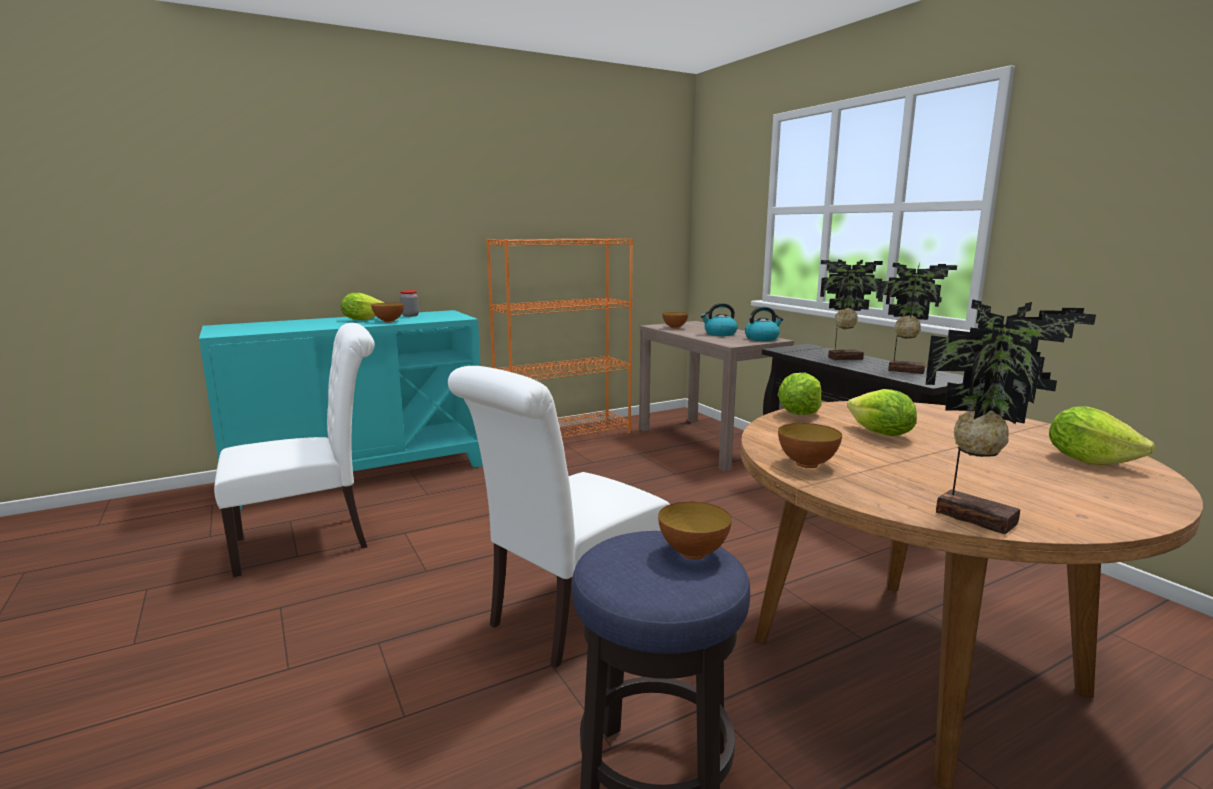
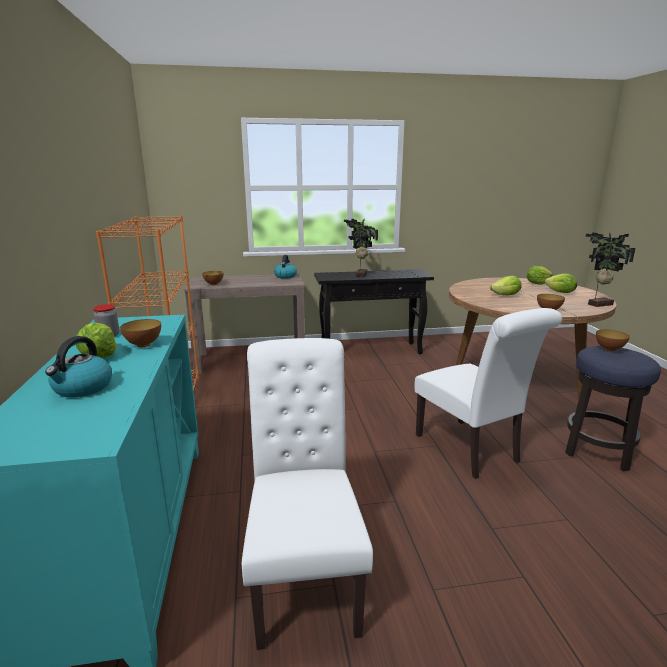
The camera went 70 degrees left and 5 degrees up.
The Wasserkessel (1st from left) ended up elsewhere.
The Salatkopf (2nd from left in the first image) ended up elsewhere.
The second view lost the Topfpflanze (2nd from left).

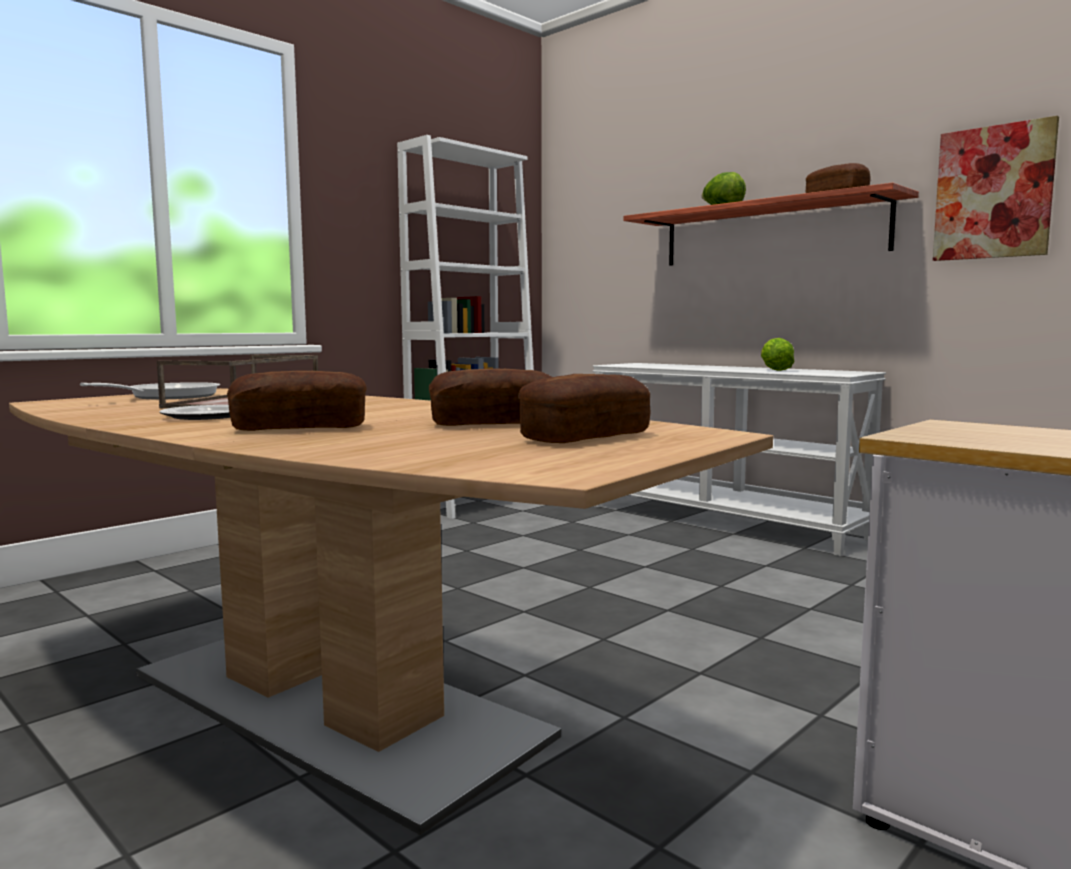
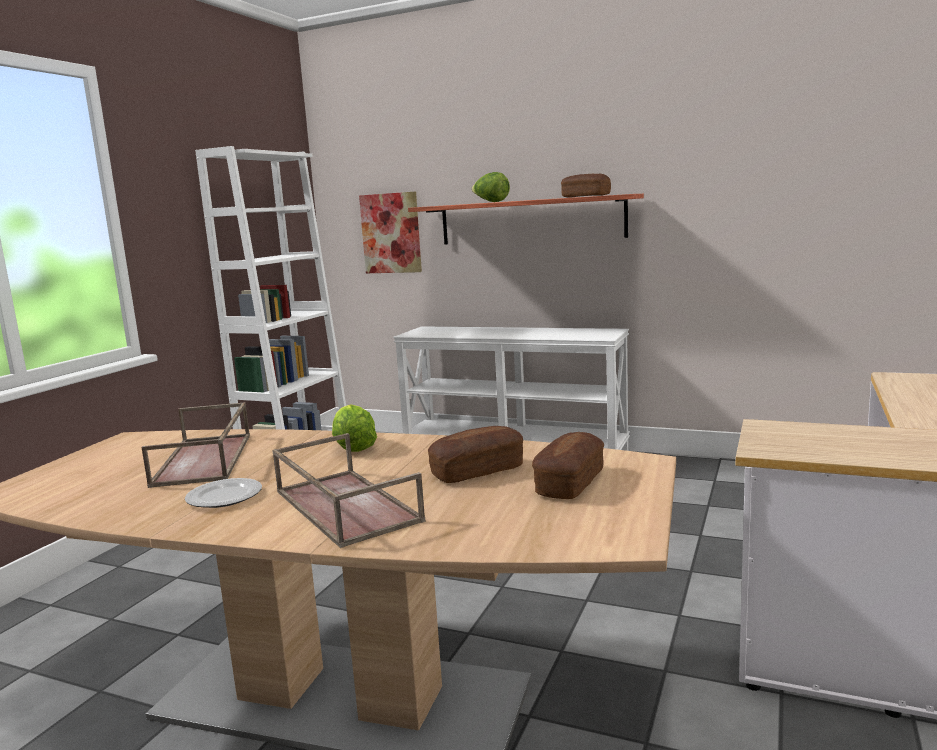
The camera went 20 degrees left and 5 degrees up.
The second view lost the Pfanne.
Where the Brot (1st from left) stood, the Tablett [braun] (2nd from left) came to stand.
The Salatkopf (2nd from left in the first image) ended up elsewhere.
The Bild ended up elsewhere.

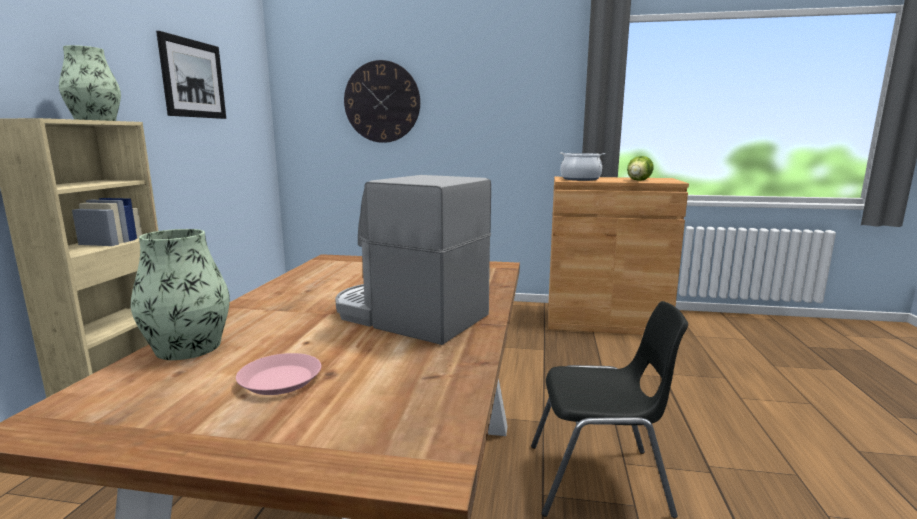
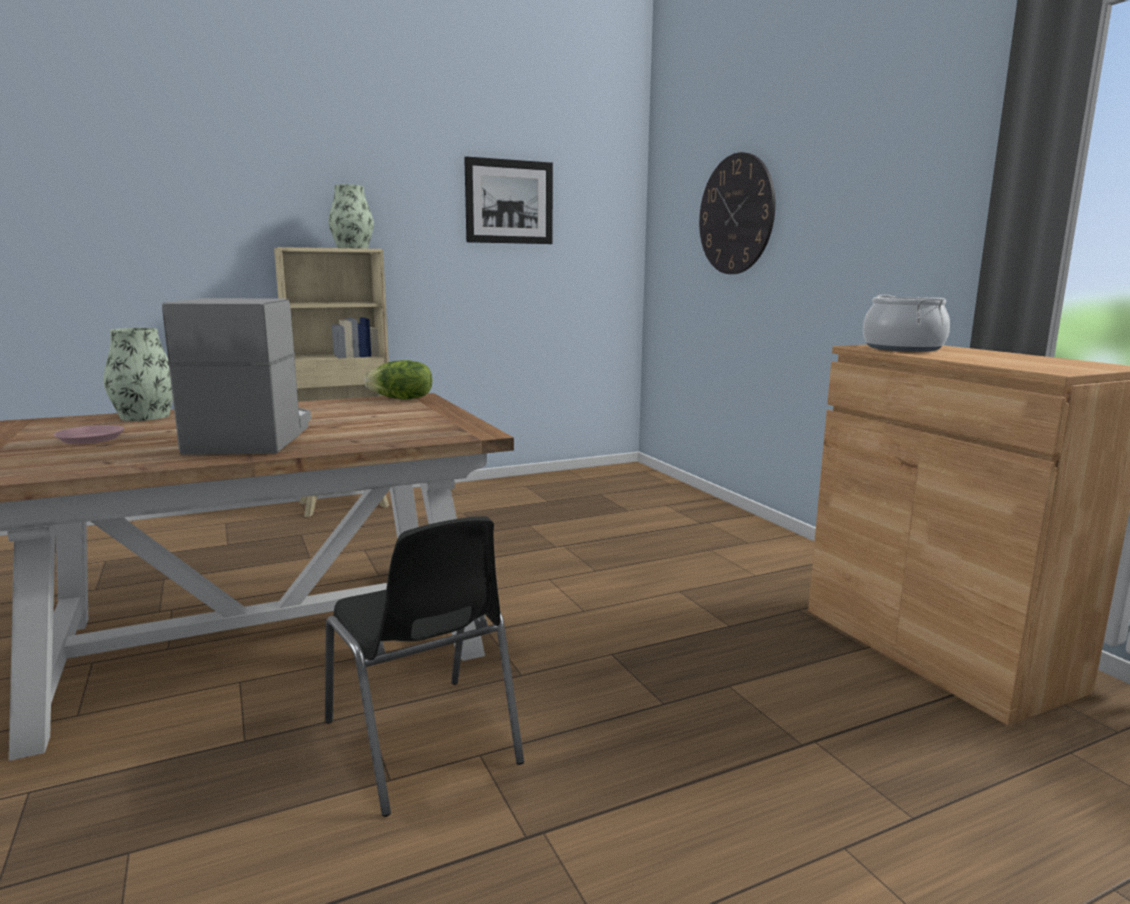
The camera went 55 degrees right and 0 degrees up.
The Salatkopf ended up elsewhere.

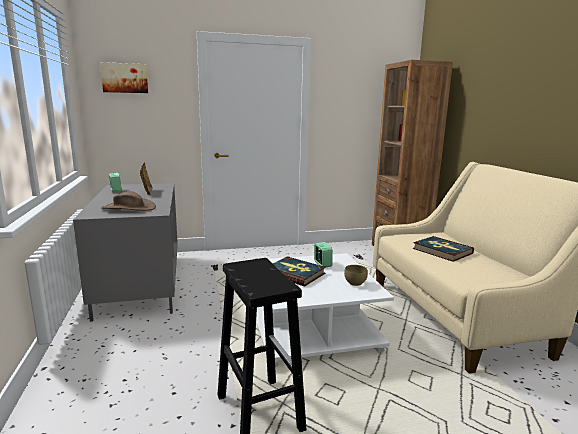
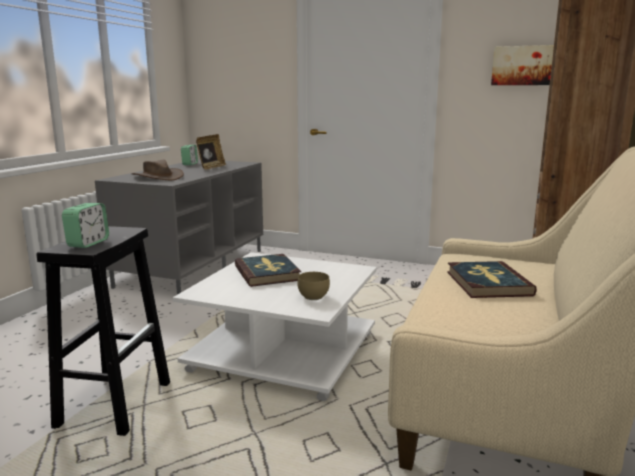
The camera went 35 degrees right and 0 degrees up.
The Bild ended up elsewhere.
The Wecker (2nd from left in the first image) ended up elsewhere.

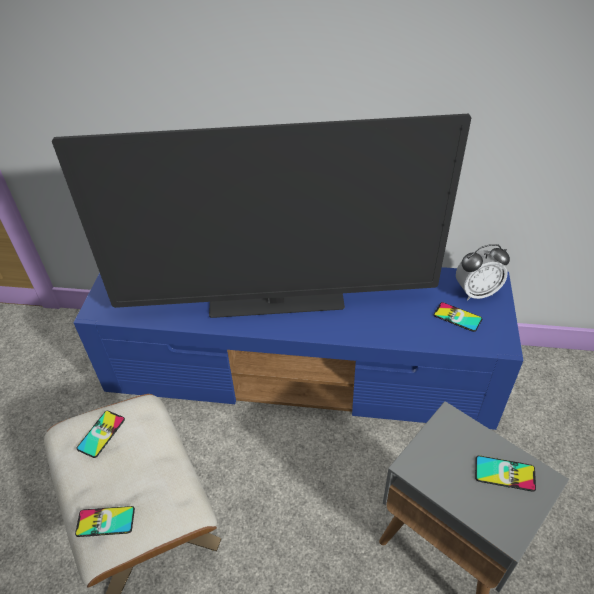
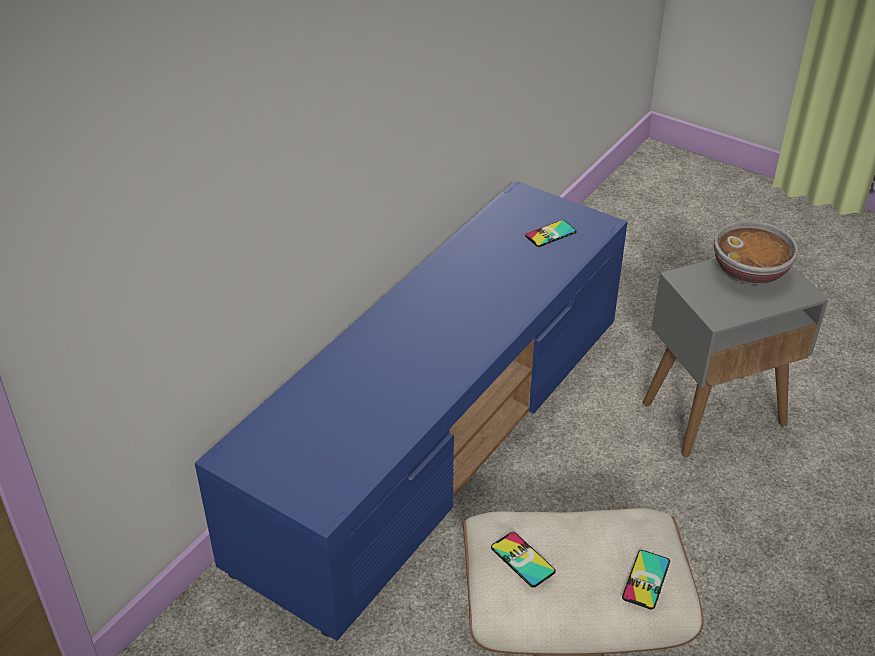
The camera went 65 degrees left and 5 degrees down.
The second view lost the Fernseher.
The second view lost the Wecker.
Where the Handy (4th from left) stood, the Schüssel came to stand.

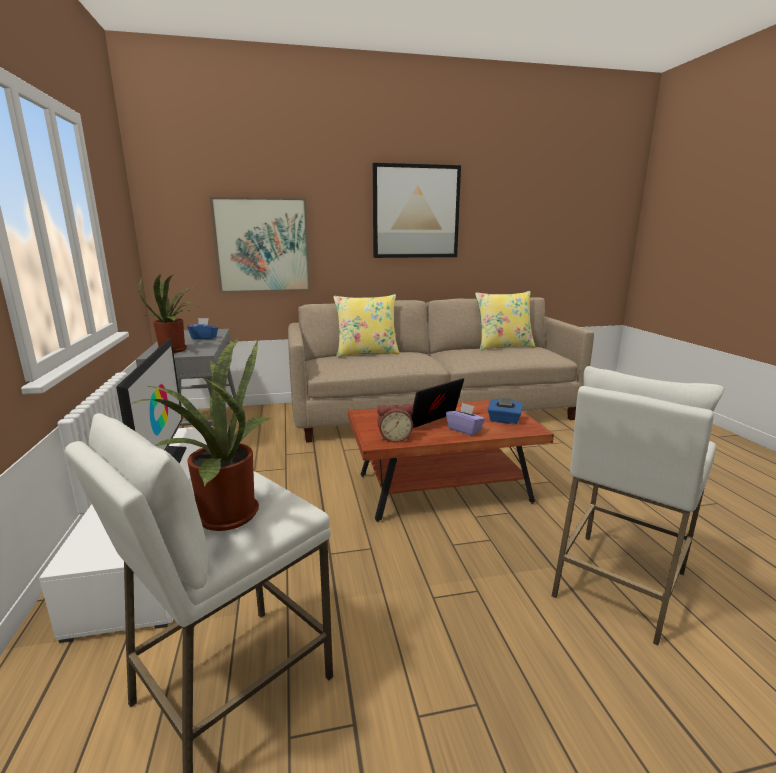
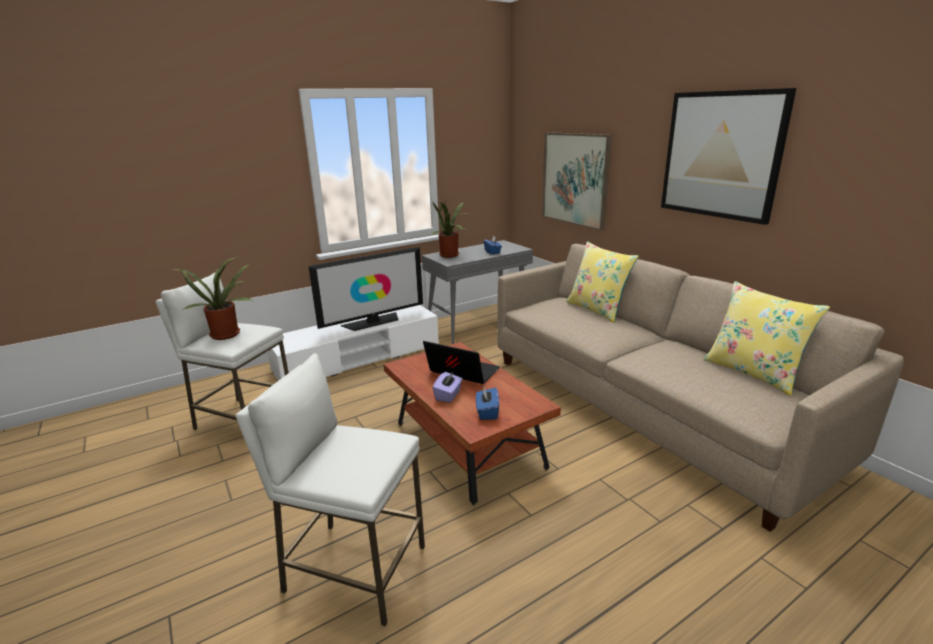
The camera went 70 degrees right and 5 degrees up.
The second view lost the Wecker.

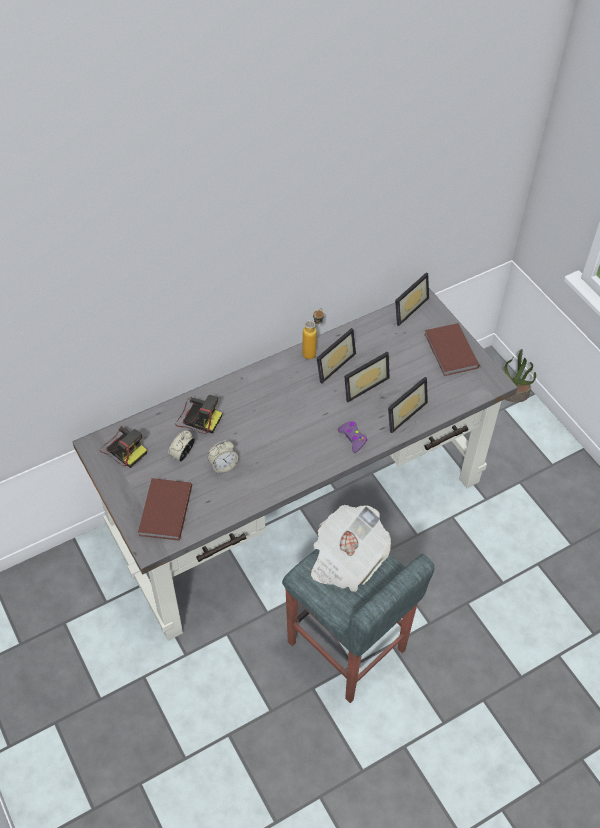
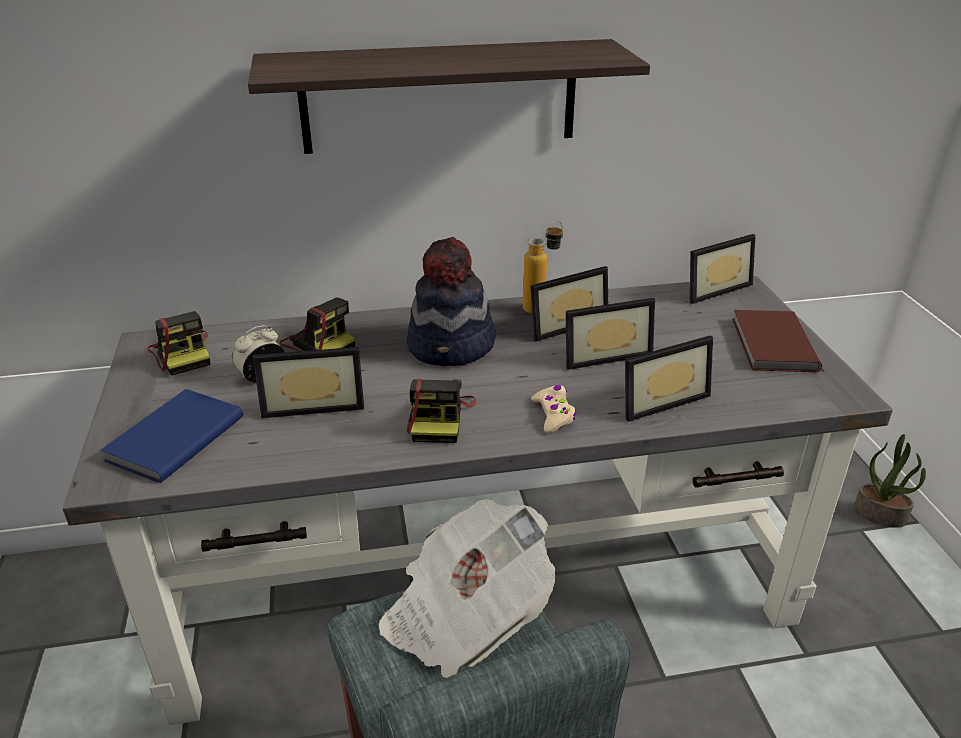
The camera went 20 degrees right and 20 degrees down.
What was the Buch [braun] (1st from left) turned into the Buch [blau].
Where the Wecker (2nd from left) stood, the Bilderrahmen (1st from left) came to stand.
What was the Gamepad [lila] turned into the Gamepad [beige].
The second view gained the Wandregal.
The second view gained the Hut.
The second view gained the Kamera (3rd from left).

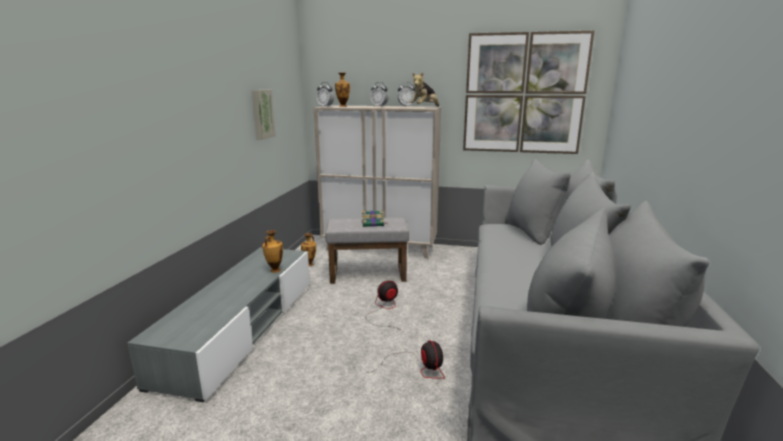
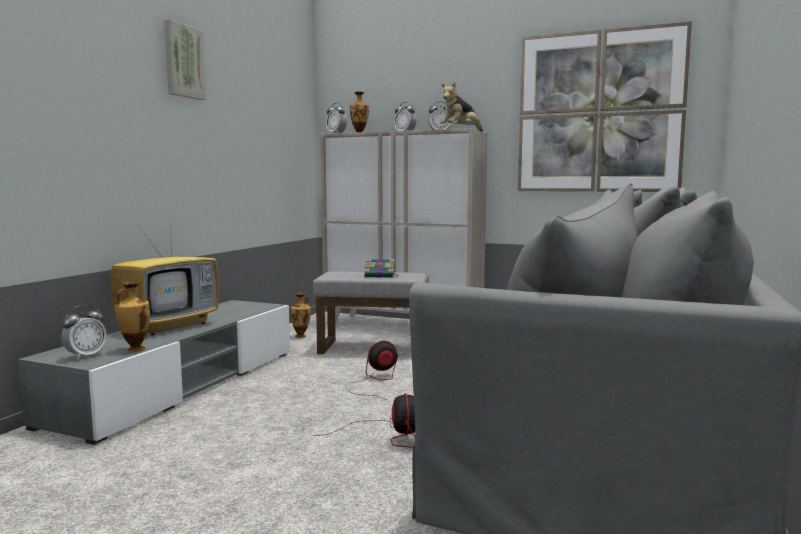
The camera went 10 degrees right and 10 degrees down.
The Bild (1st from left) ended up elsewhere.
The Vase (1st from left) ended up elsewhere.
The second view gained the Wecker (1st from left).
The second view gained the Fernseher.

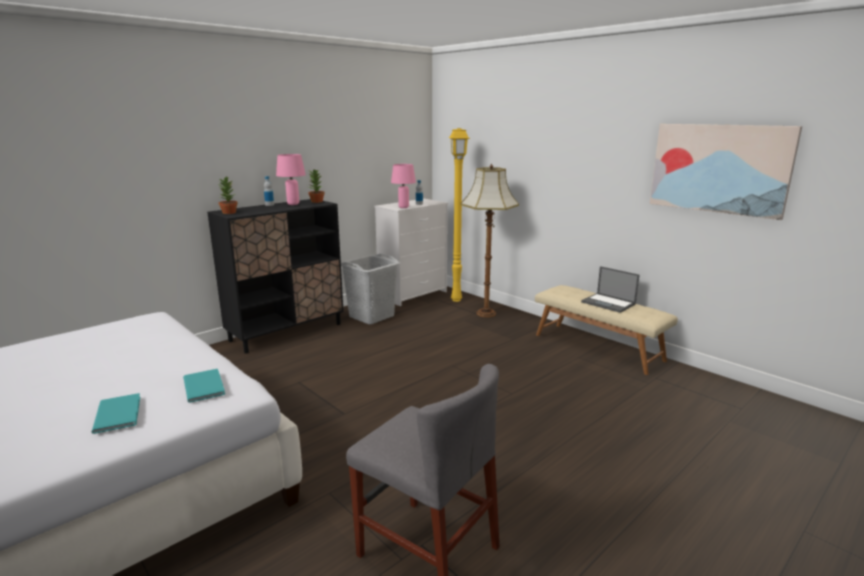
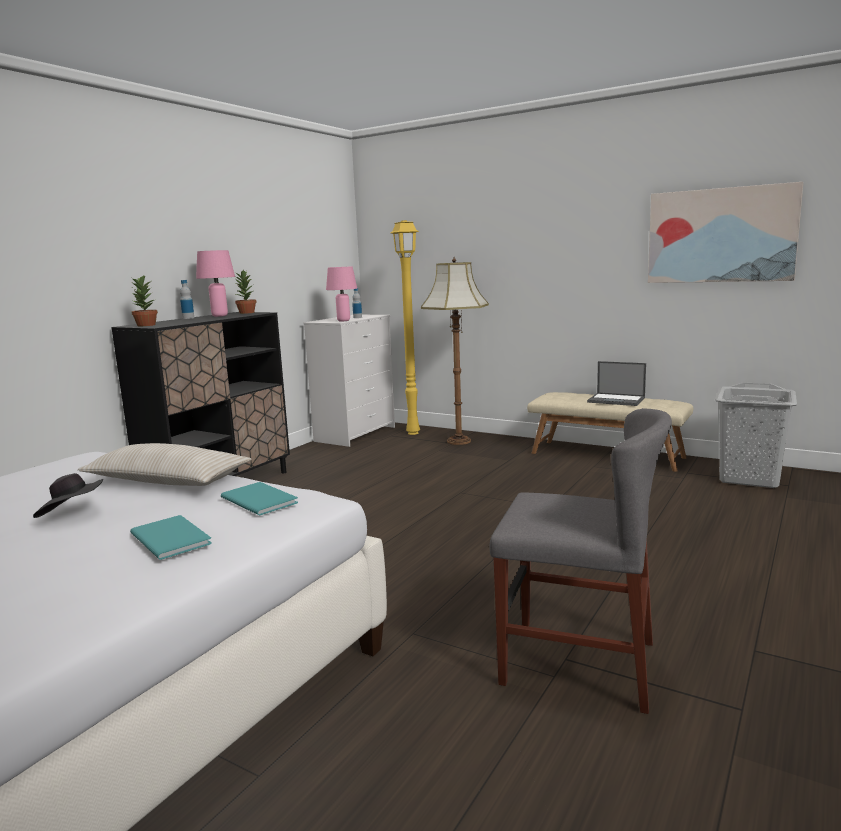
The camera went 15 degrees left and 5 degrees down.
The Wäschekorb [grau] ended up elsewhere.
The second view gained the Hut [schwarz].
The second view gained the Kissen [beige].

